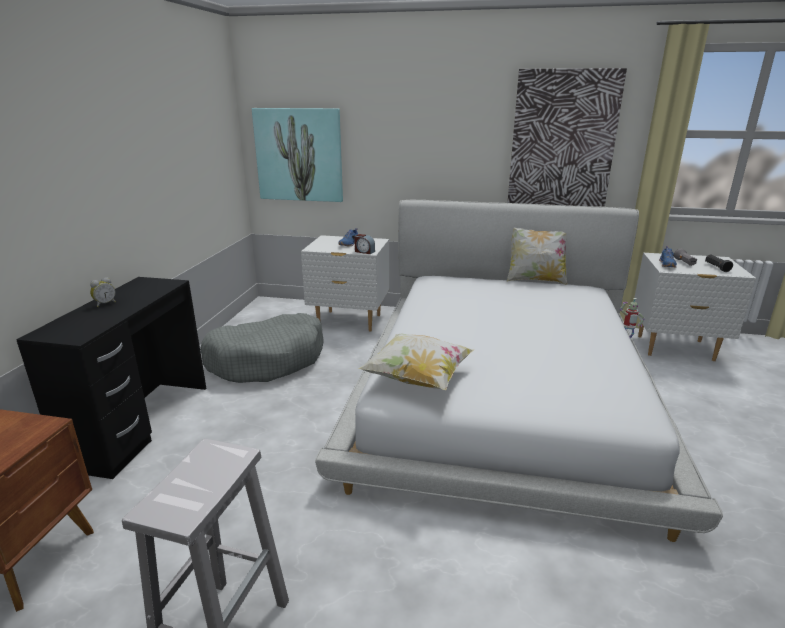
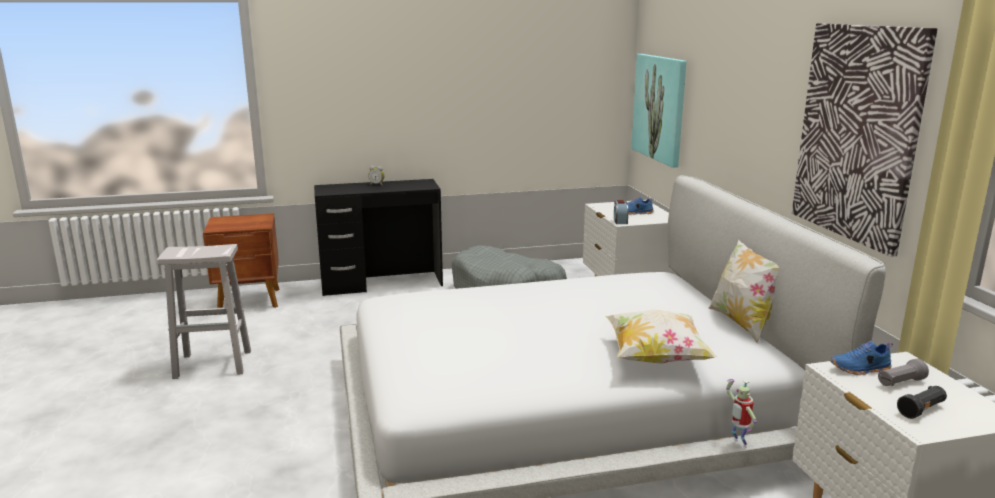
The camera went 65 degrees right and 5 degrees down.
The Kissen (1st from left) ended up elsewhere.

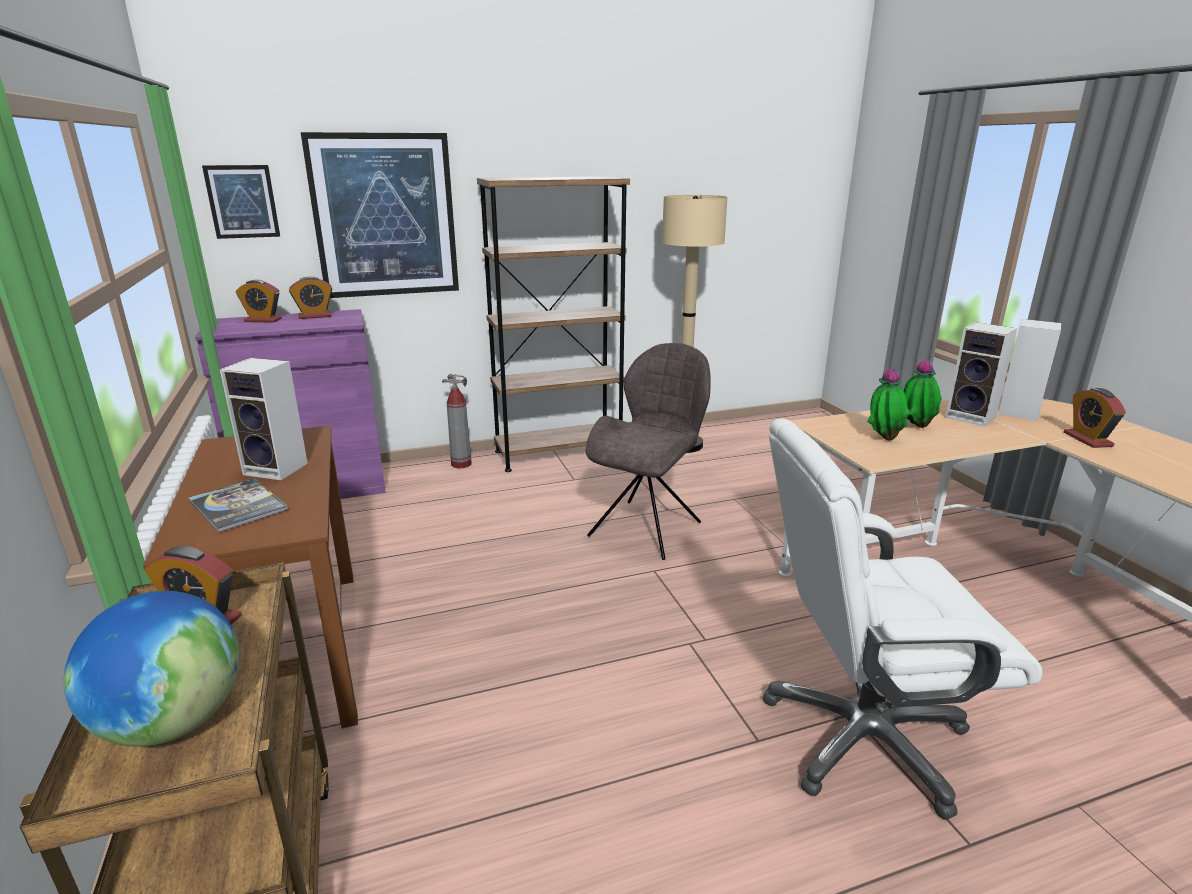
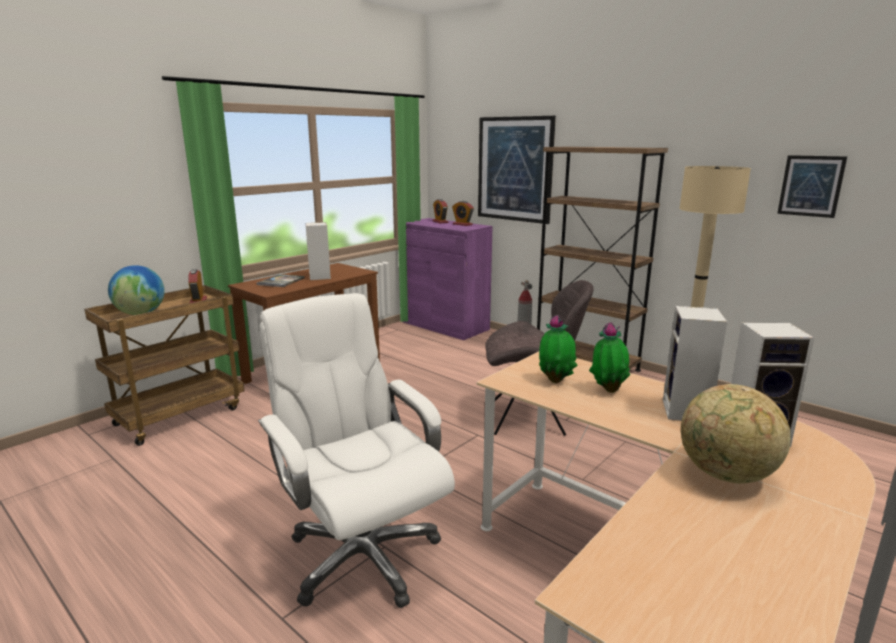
The camera went 60 degrees right and 5 degrees down.
The Bild (1st from left in the first image) ended up elsewhere.
Where the Wecker (4th from left) stood, the Globus (2nd from left) came to stand.

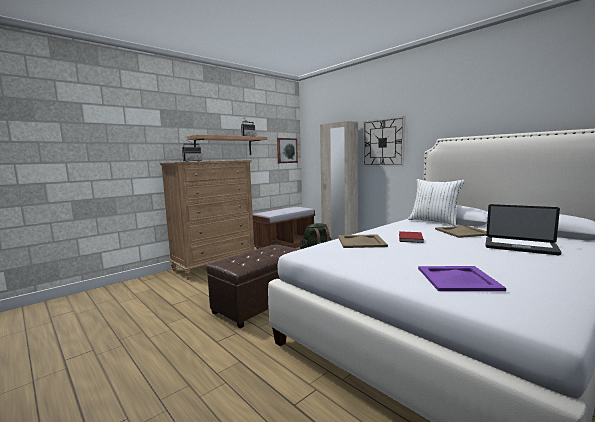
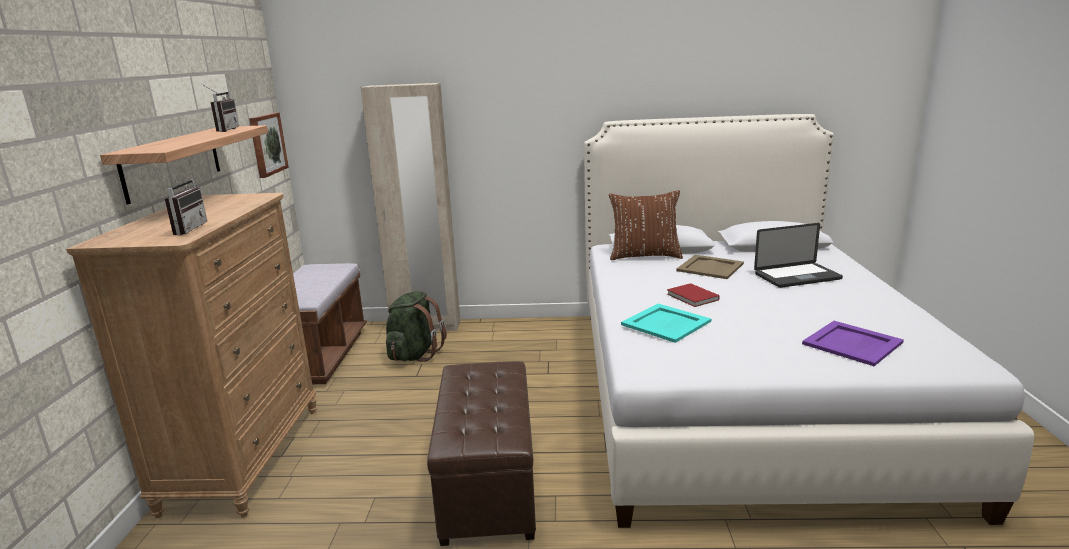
The camera went 45 degrees left and 10 degrees up.
What was the Tablett [beige] (1st from left) turned into the Tablett [türkis].
The second view lost the Wanduhr.
What was the Kissen [weiß] turned into the Kissen [braun].

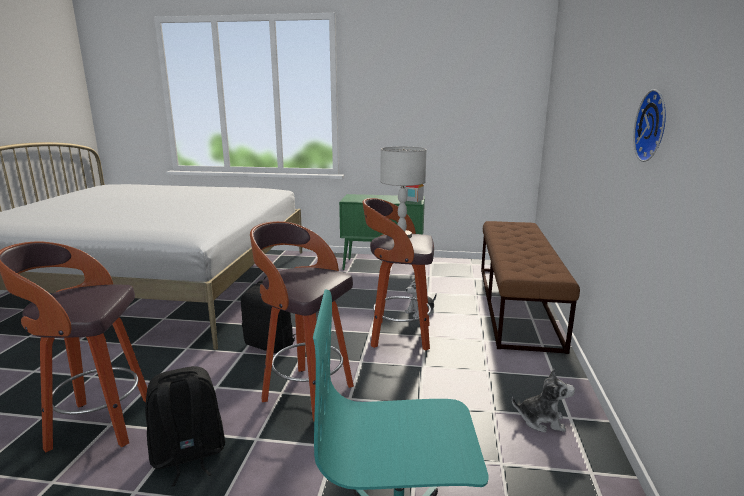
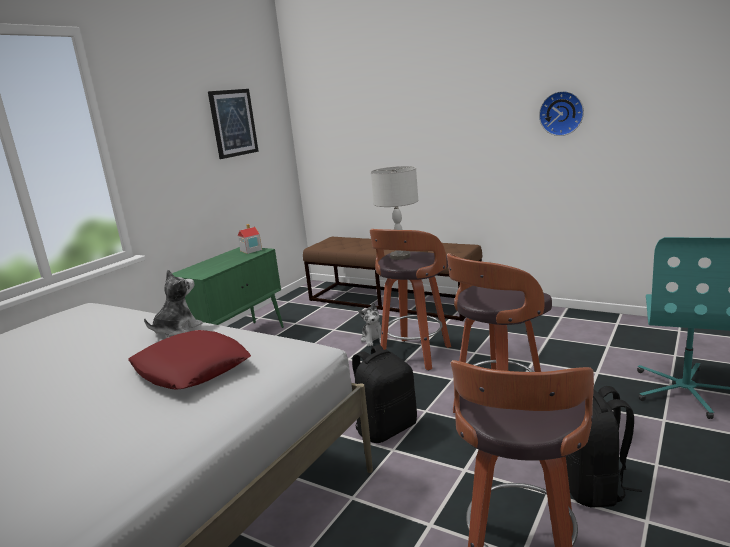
The camera went 65 degrees left and 0 degrees up.
The Plüschtier (2nd from left in the first image) ended up elsewhere.
The second view gained the Kissen [rot].
The second view gained the Bild.

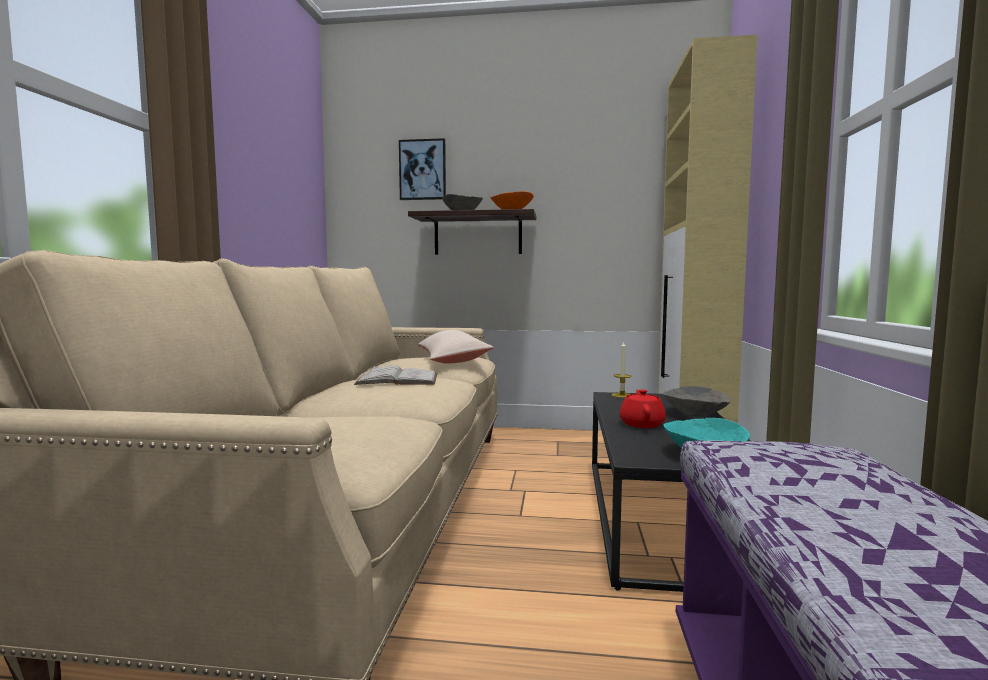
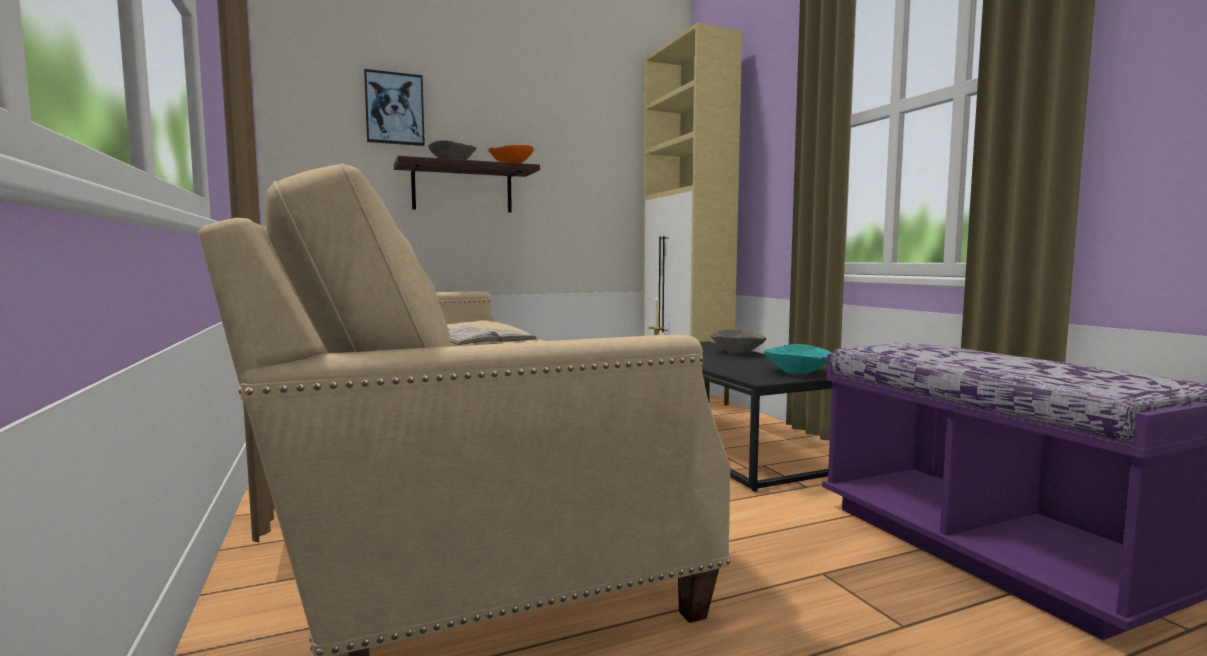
The camera went 30 degrees left and 0 degrees up.
The second view lost the Kissen [beige].
The second view lost the Teekanne [rot].

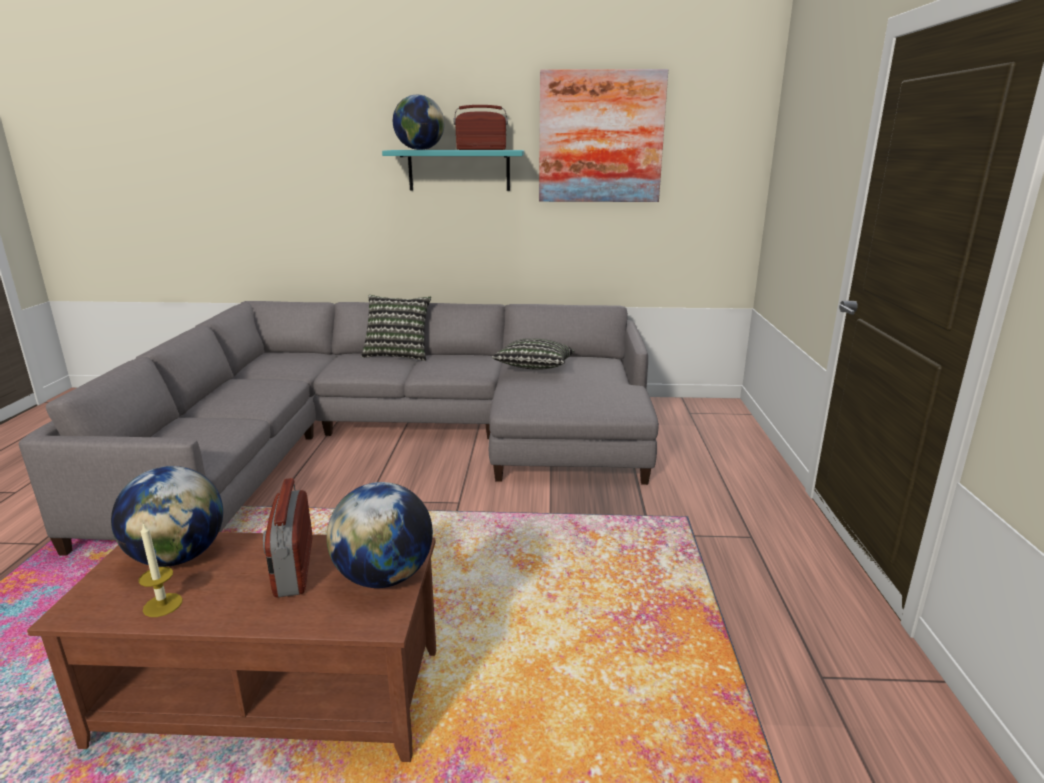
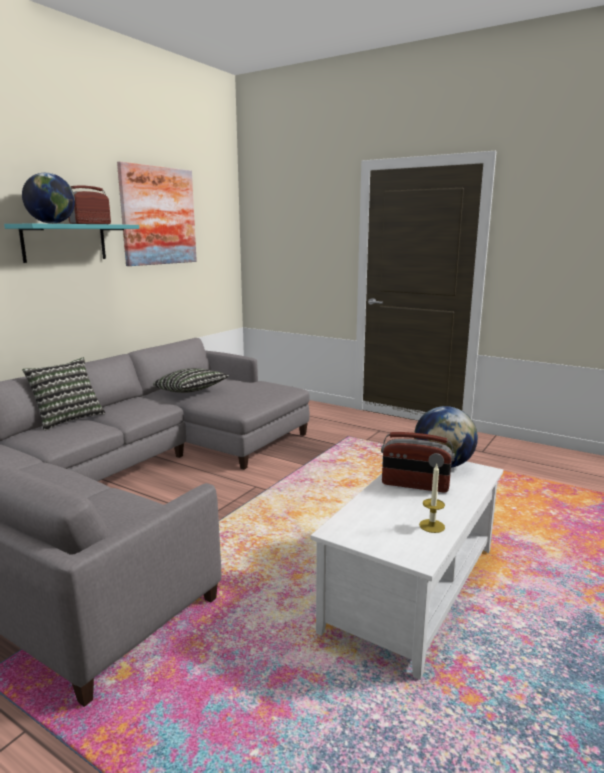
The camera went 60 degrees left and 5 degrees down.
What was the Couchtisch [braun] turned into the Couchtisch [weiß].
The second view lost the Globus (1st from left).

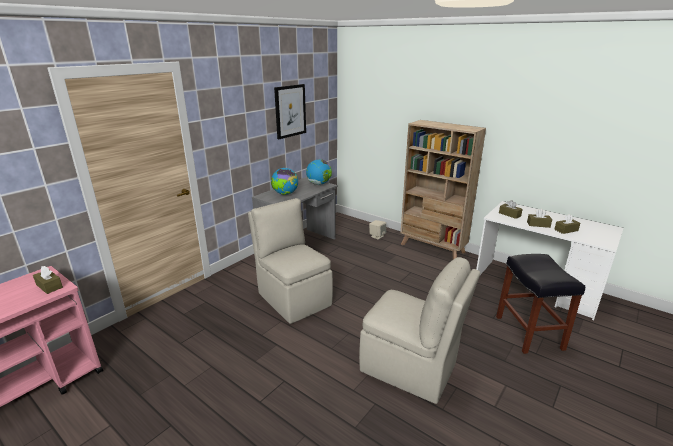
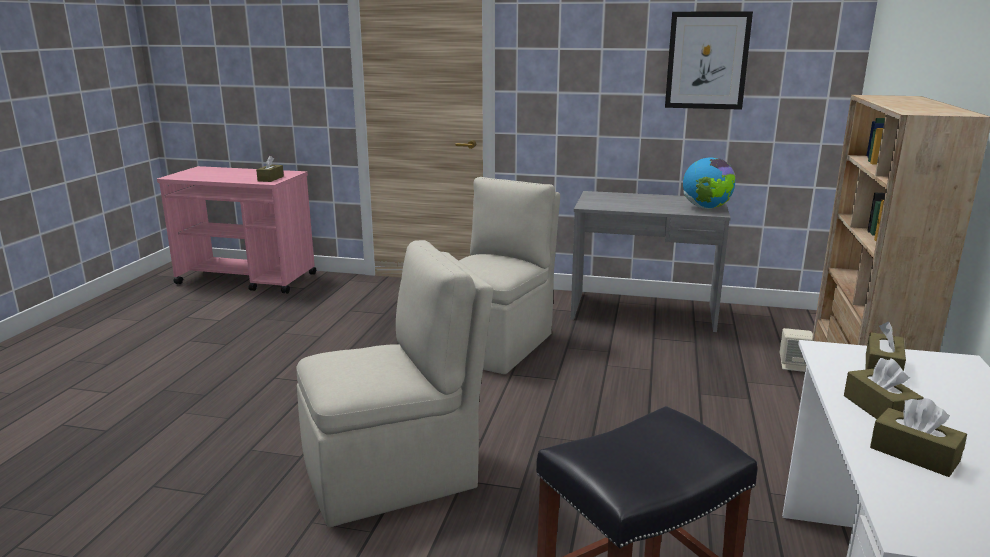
The camera went 65 degrees right and 5 degrees down.
The second view lost the Globus (1st from left).
The Stuhl [beige] (2nd from left in the first image) ended up facing another way, 120 degrees counterclockwise from before.

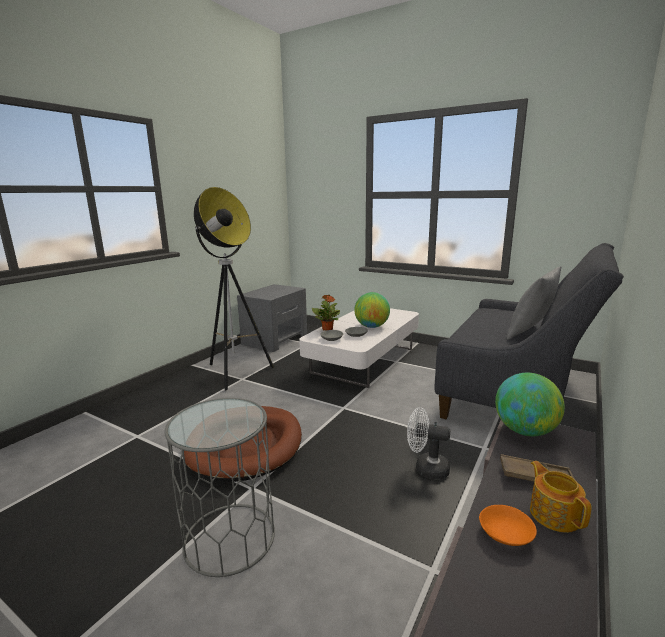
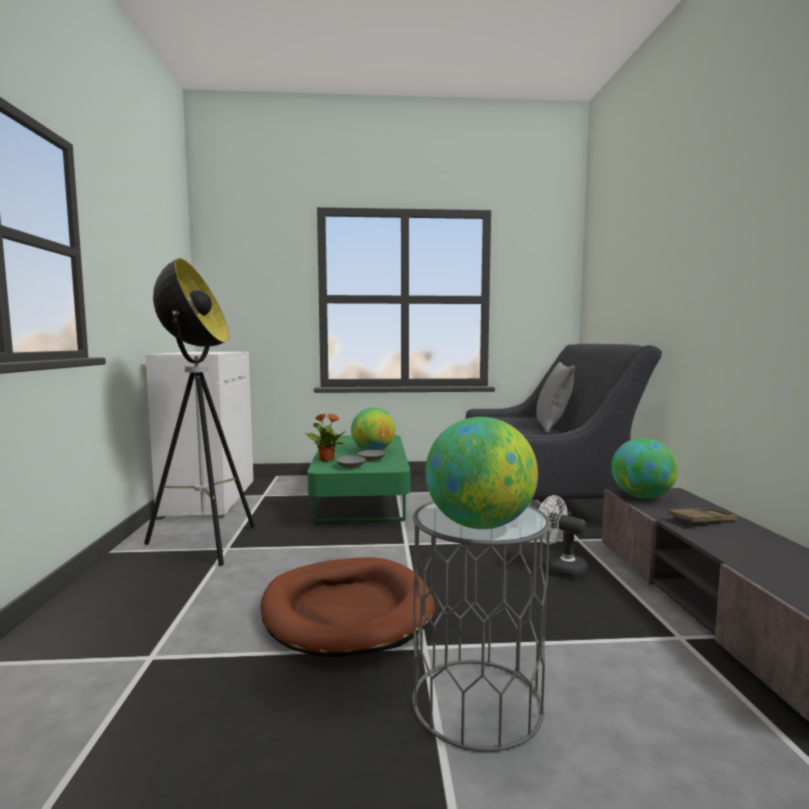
The camera went 35 degrees left and 10 degrees down.
Where the Nachttisch [grau] stood, the Schrank [weiß] came to stand.
What was the Couchtisch [weiß] turned into the Couchtisch [grün].
The Ventilator [weiß] ended up facing another way, 60 degrees clockwise from before.
The second view lost the Schüssel [orange].
The second view lost the Teekanne.
The second view gained the Globus (2nd from left).

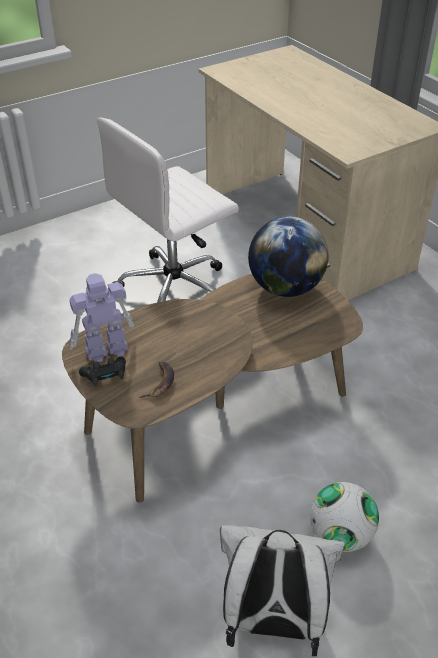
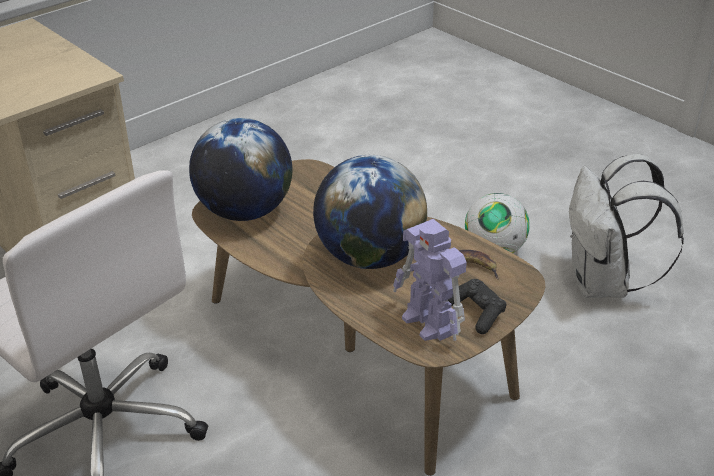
The camera went 100 degrees left and 5 degrees down.
The second view gained the Globus (2nd from left).

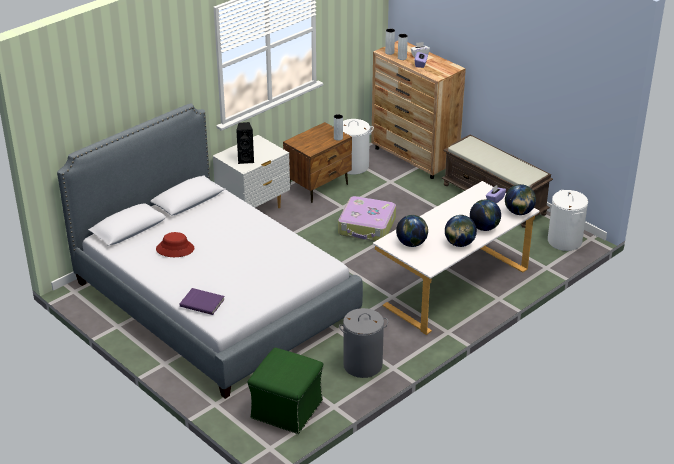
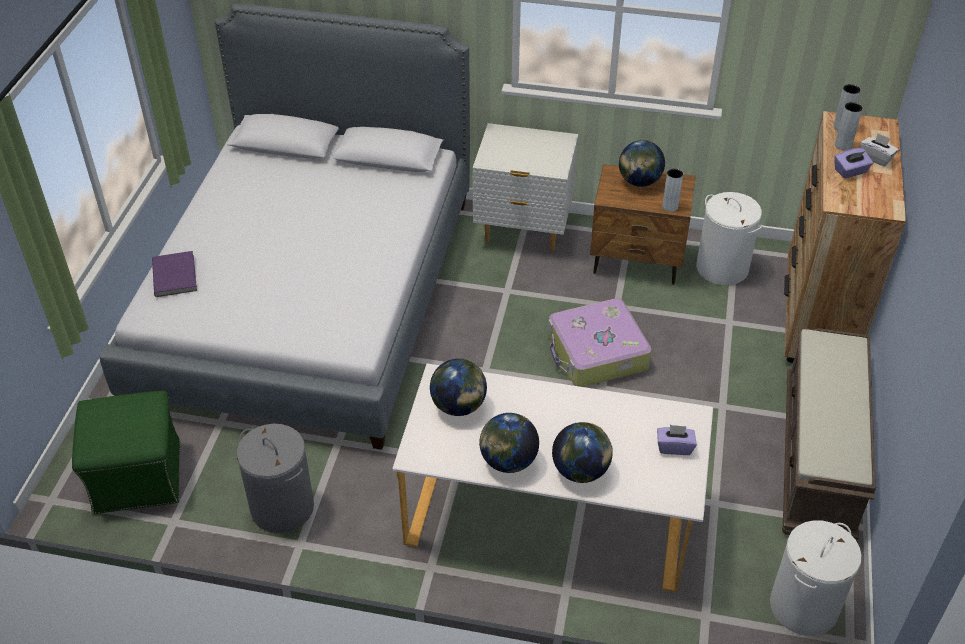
The camera went 55 degrees right and 10 degrees up.
The second view lost the Hut [rot].
The second view lost the Lautsprecher [schwarz].
The Globus (4th from left) ended up elsewhere.

